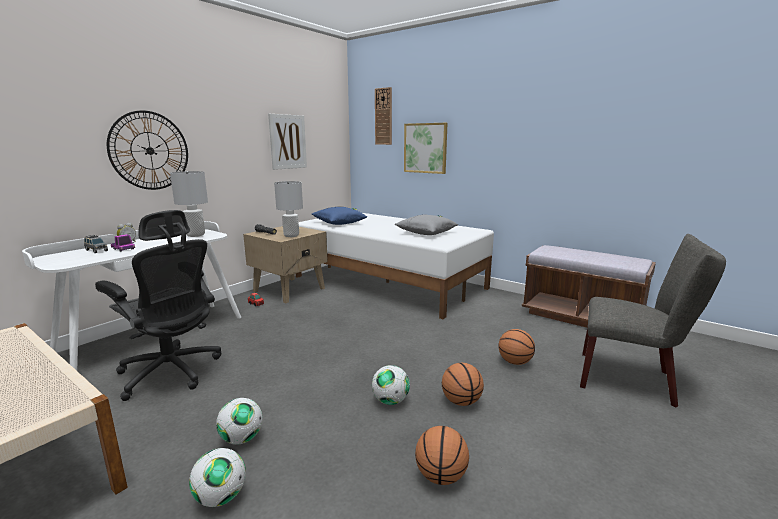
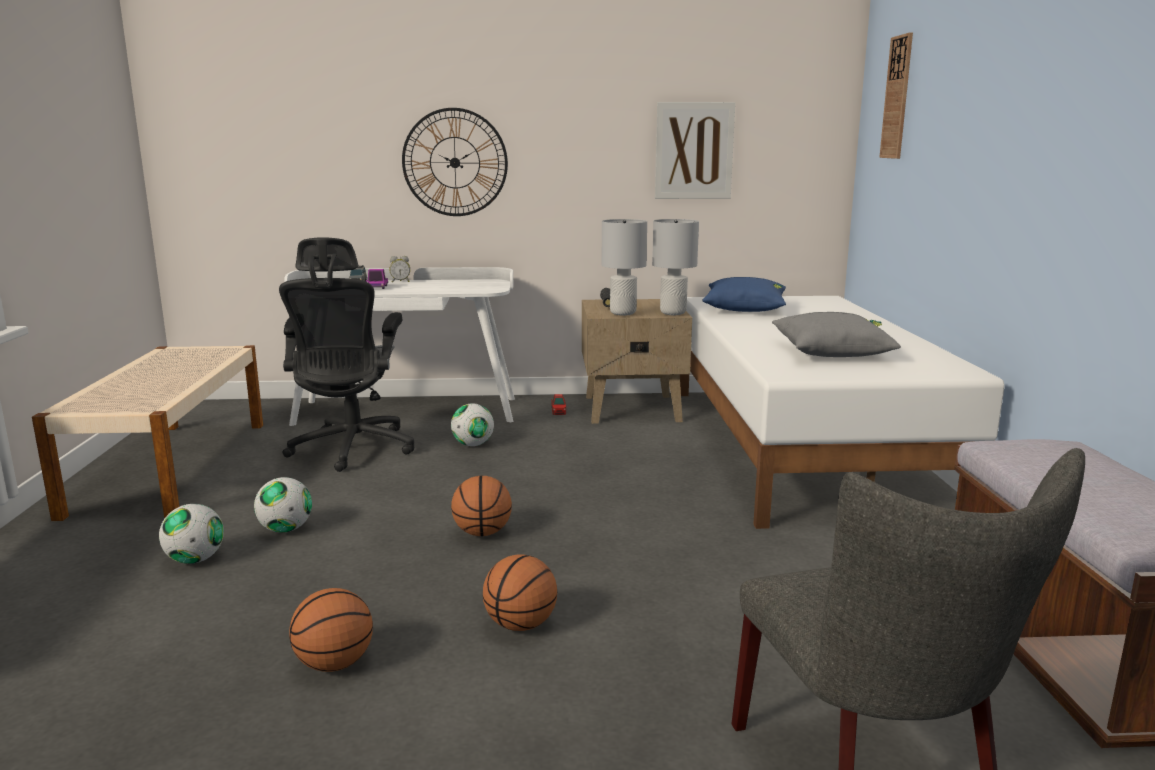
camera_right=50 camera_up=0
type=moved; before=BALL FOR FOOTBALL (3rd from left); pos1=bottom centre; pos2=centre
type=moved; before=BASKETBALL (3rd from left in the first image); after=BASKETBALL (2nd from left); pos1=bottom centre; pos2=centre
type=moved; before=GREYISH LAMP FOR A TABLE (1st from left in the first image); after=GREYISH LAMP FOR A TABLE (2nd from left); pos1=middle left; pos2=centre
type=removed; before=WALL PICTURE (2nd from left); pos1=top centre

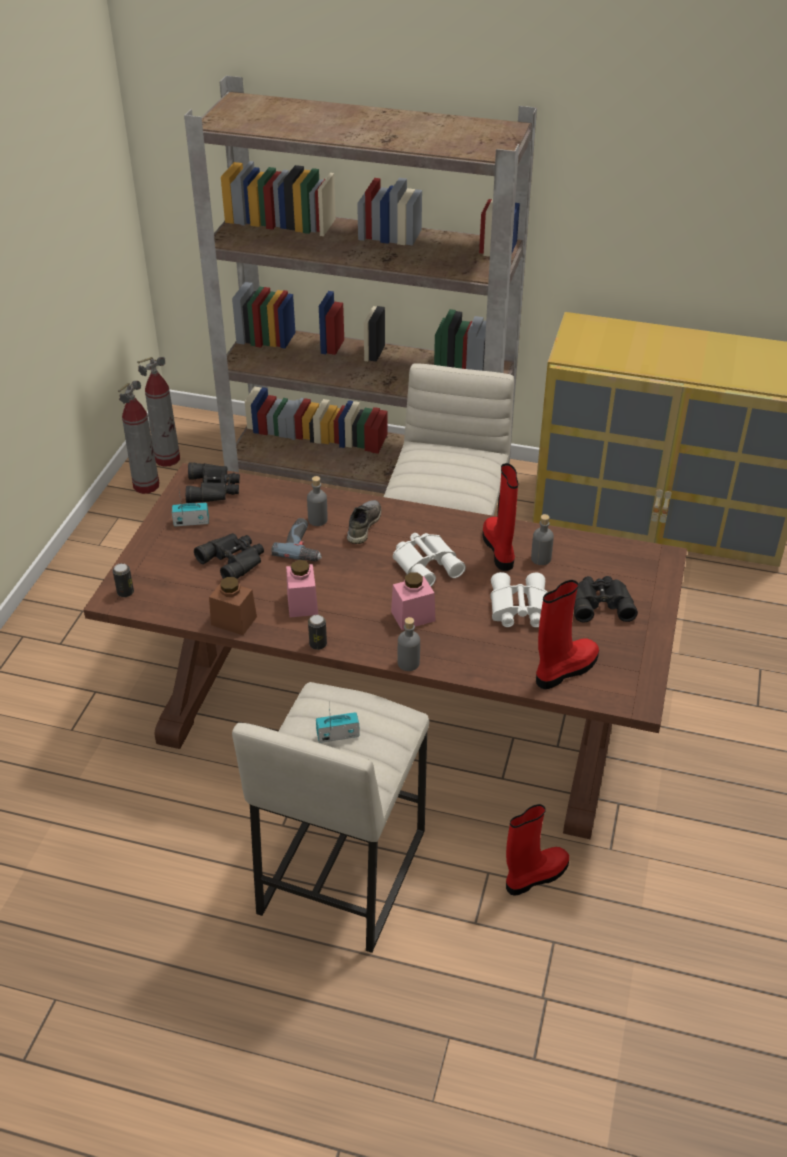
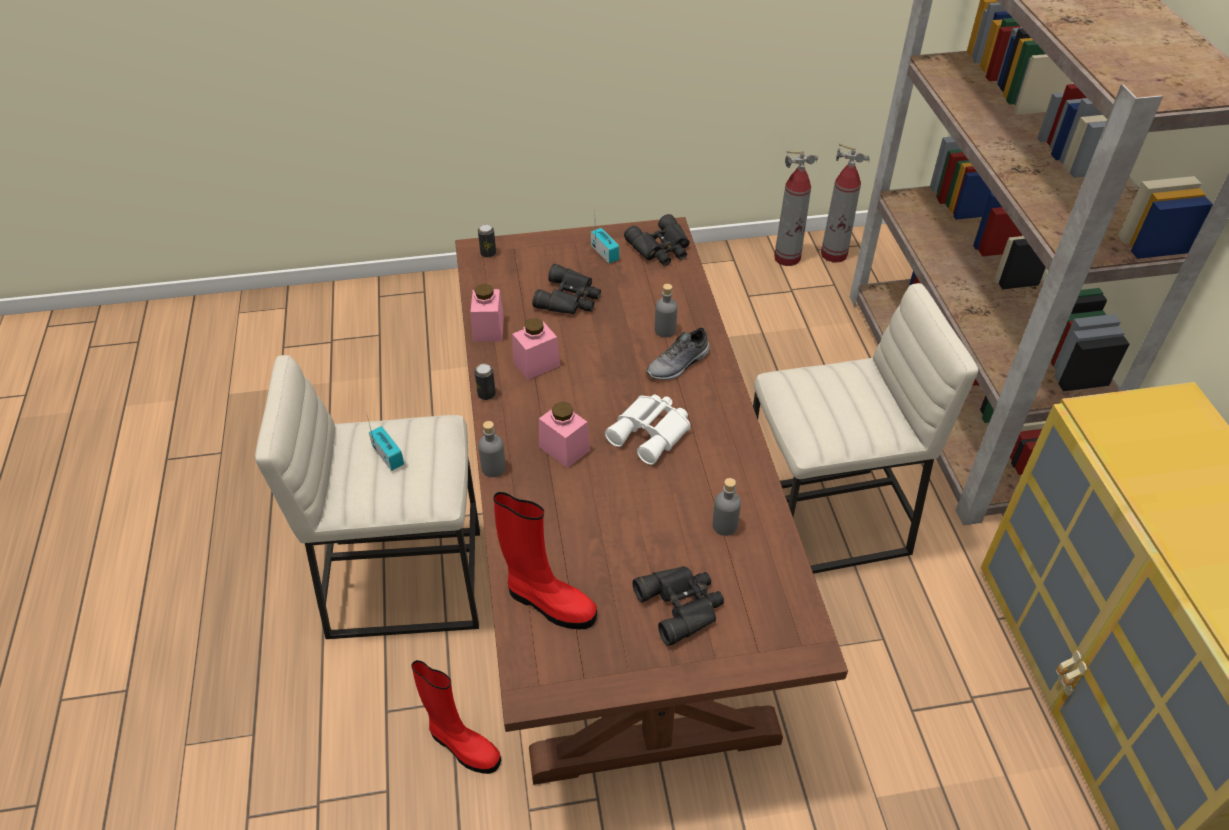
camera_right=65 camera_up=5
type=recoloured; before=BROWNISH JAR; after=PINK JAR (1st from left); pos1=middle left; pos2=centre
type=turned; before=GREYISH ITEM OF FOOTWEAR; pos1=centre; pos2=centre; turn=150
type=removed; before=POWER DRILL; pos1=centre
type=removed; before=RED BOOT (1st from left); pos1=centre
type=removed; before=WHITISH PAIR OF BINOCULARS (2nd from left); pos1=centre

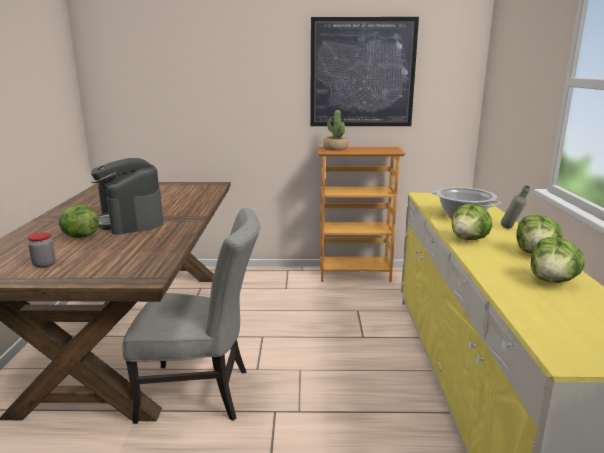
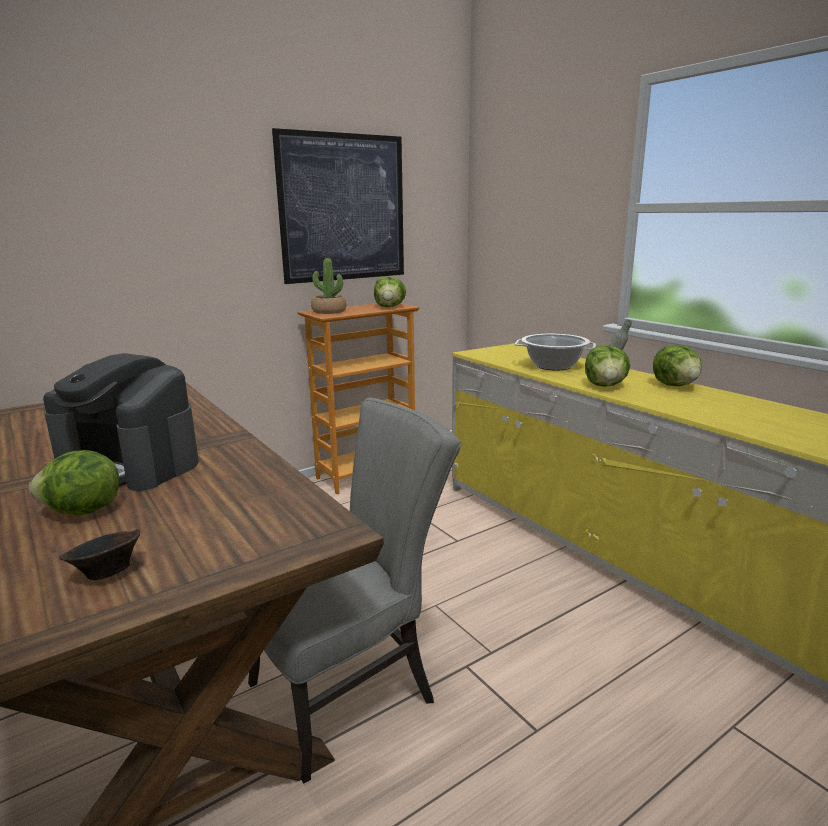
camera_right=-35 camera_up=0
type=replaced; before=JAR; after=BROWNISH SERVING BOWL; pos1=middle left; pos2=bottom left
type=moved; before=LETTUCE (4th from left in the first image); after=LETTUCE (2nd from left); pos1=middle right; pos2=centre

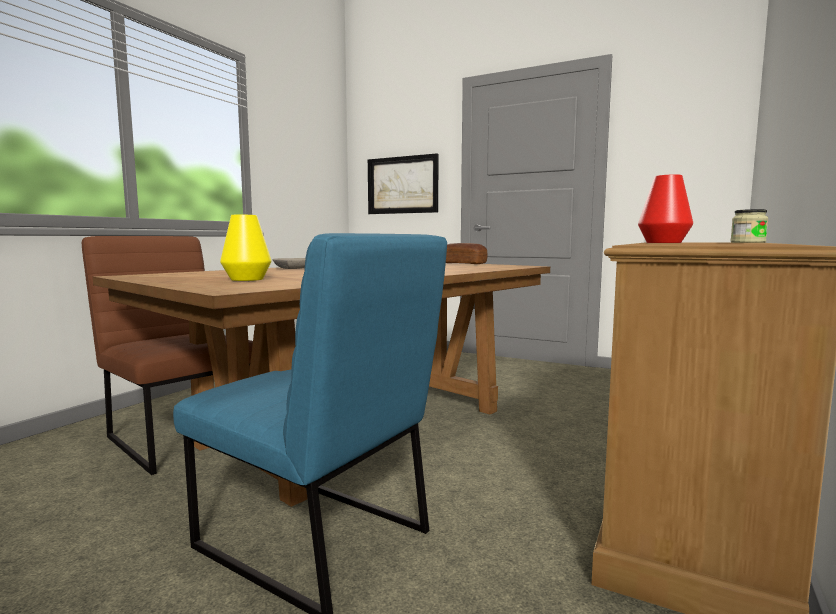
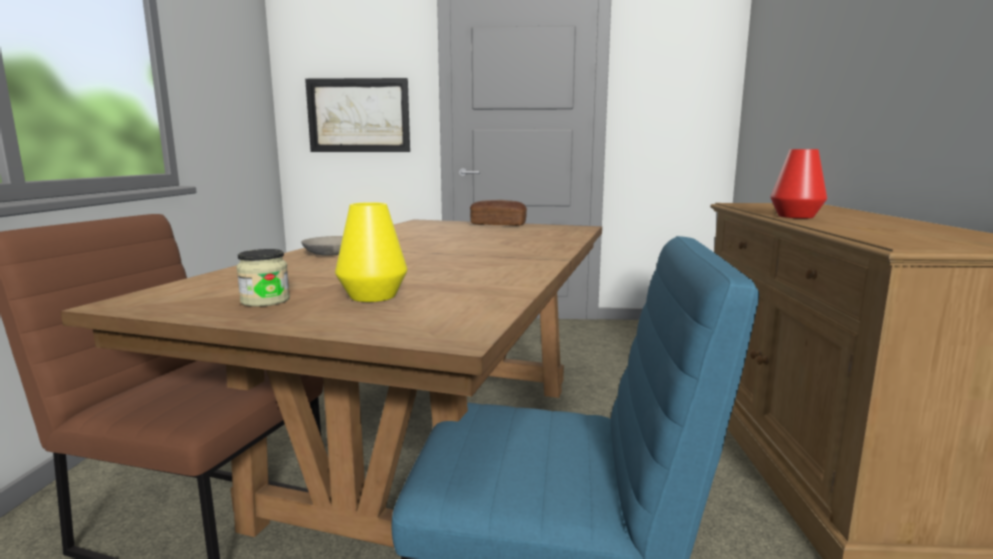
camera_right=-25 camera_up=5
type=moved; before=JAR; pos1=middle right; pos2=middle left

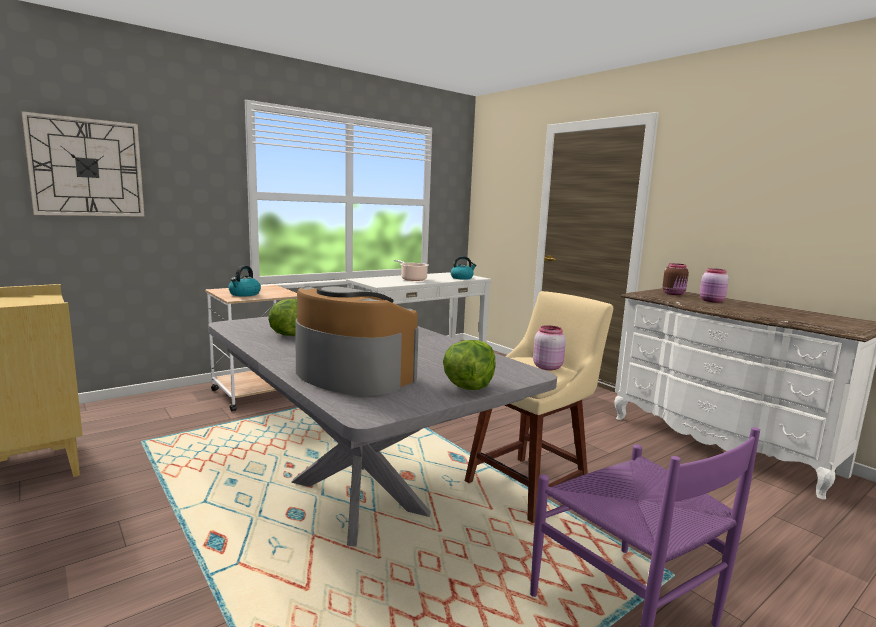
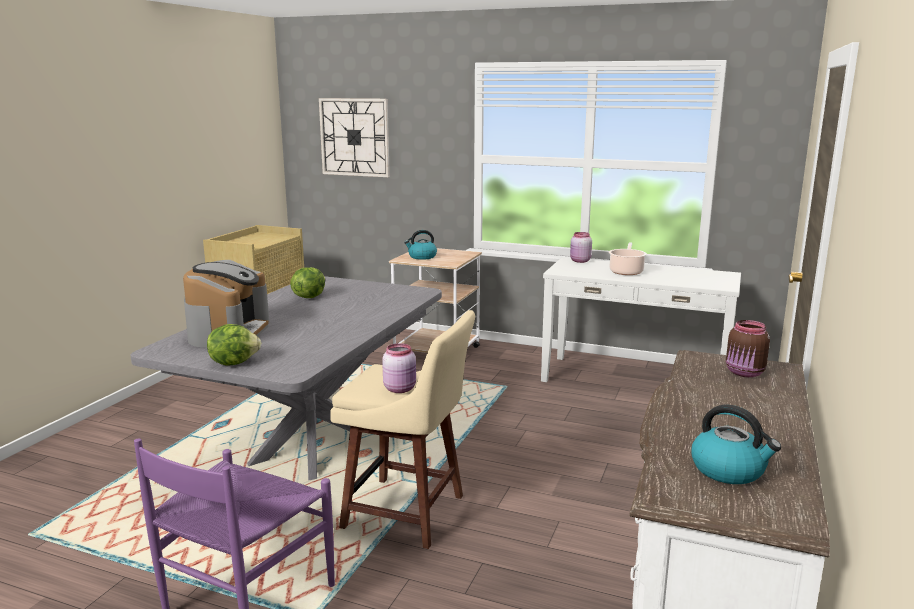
camera_right=60 camera_up=5
type=moved; before=PINK JAR (2nd from left); pos1=middle right; pos2=centre
type=moved; before=WATER KETTLE (2nd from left); pos1=centre; pos2=bottom right

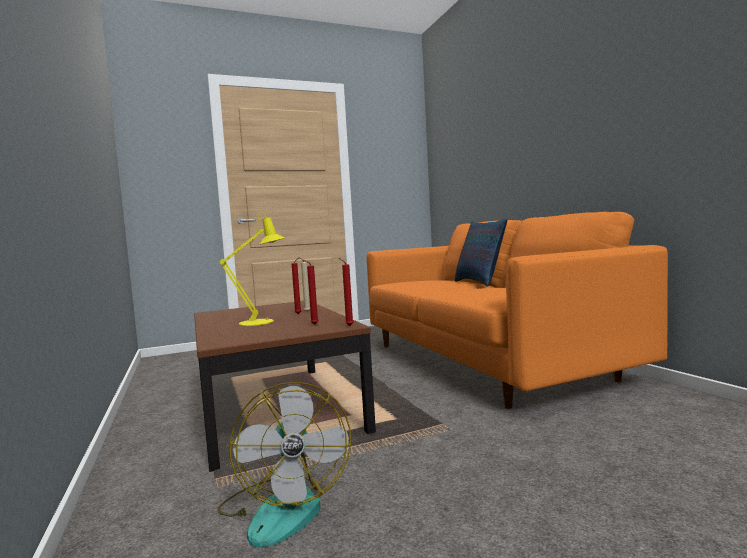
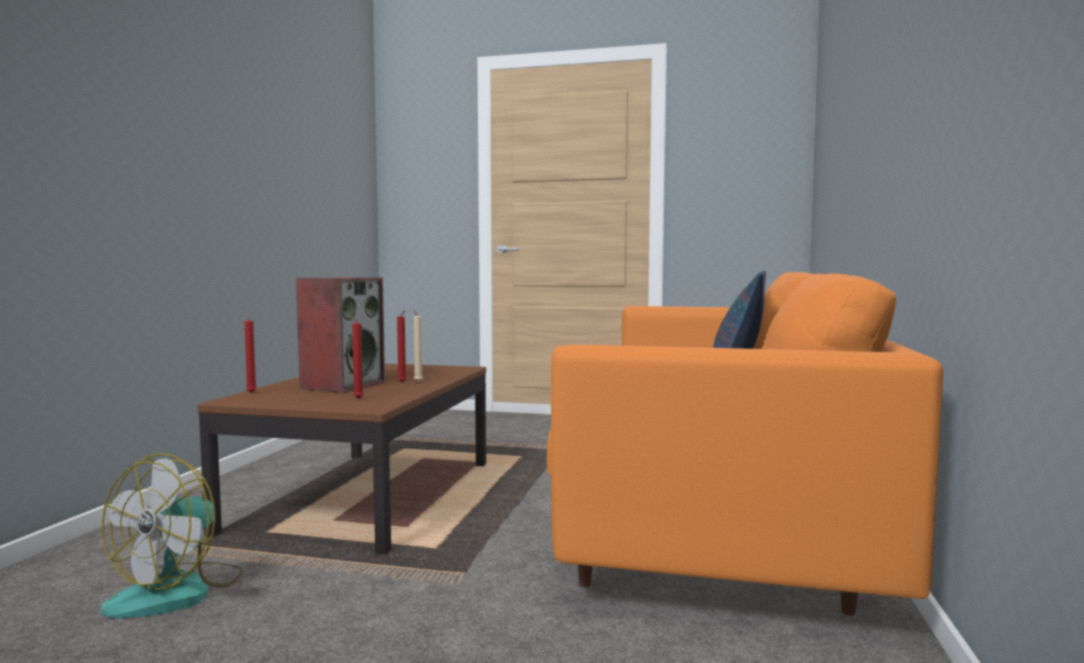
camera_right=35 camera_up=0
type=moved; before=RED CANDLE (3rd from left in the first image); after=RED CANDLE (1st from left); pos1=centre; pos2=middle left
type=replaced; before=YELLOW LAMP FOR A TABLE; after=SPEAKER; pos1=centre; pos2=middle left

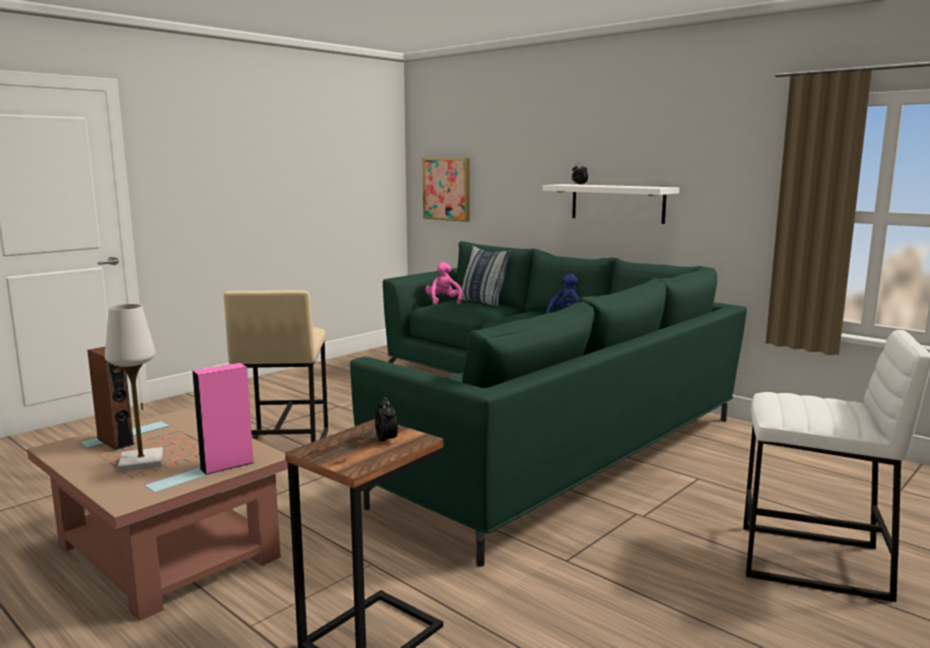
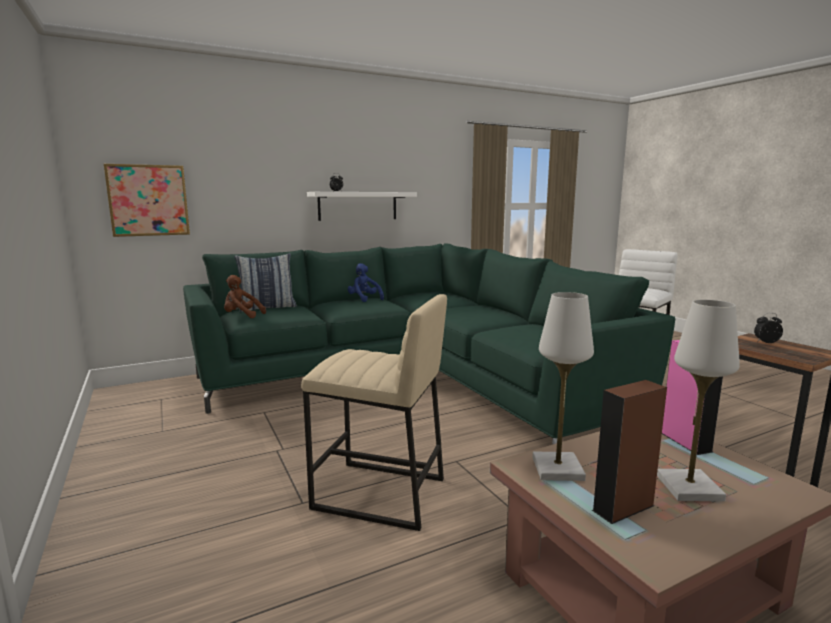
camera_right=-70 camera_up=0
type=recoloured; before=PINK CUDDLY TOY; after=BROWNISH CUDDLY TOY; pos1=centre; pos2=middle left
type=added; after=WHITISH LAMP FOR A TABLE (1st from left); pos2=middle right

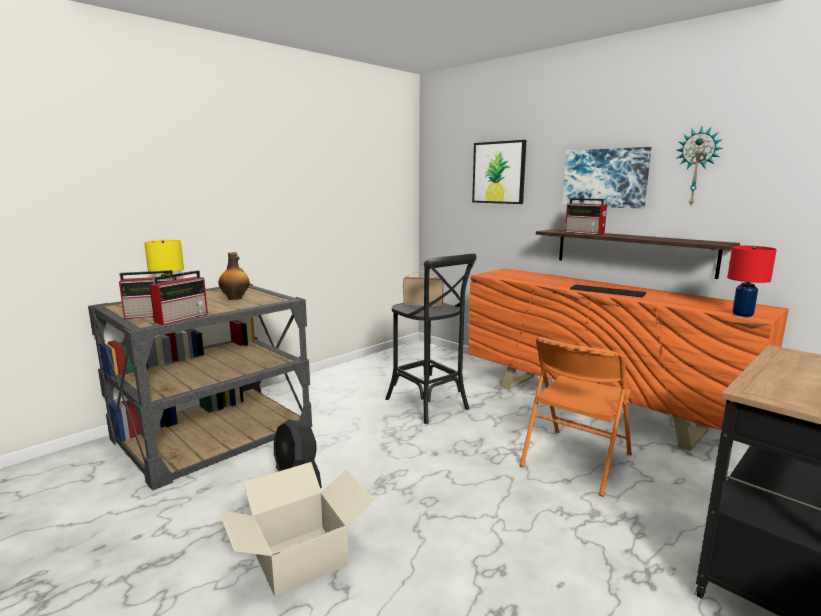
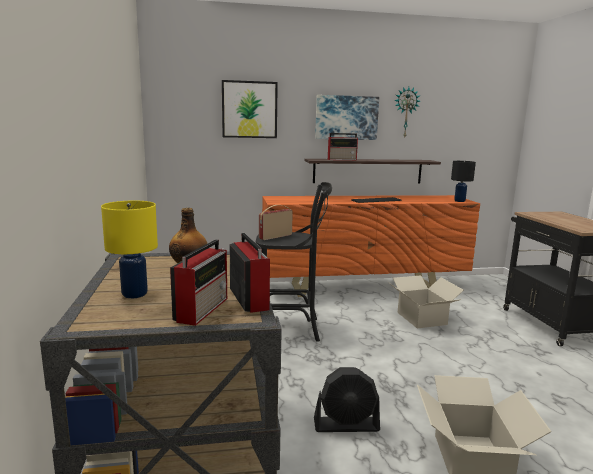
camera_right=-55 camera_up=0
type=replaced; before=ORANGE CHAIR; after=CARDBOARD BOX (1st from left); pos1=bottom right; pos2=middle right
type=recoloured; before=RED LAMP FOR A TABLE; after=BLACK-COLOURED LAMP FOR A TABLE; pos1=middle right; pos2=middle right

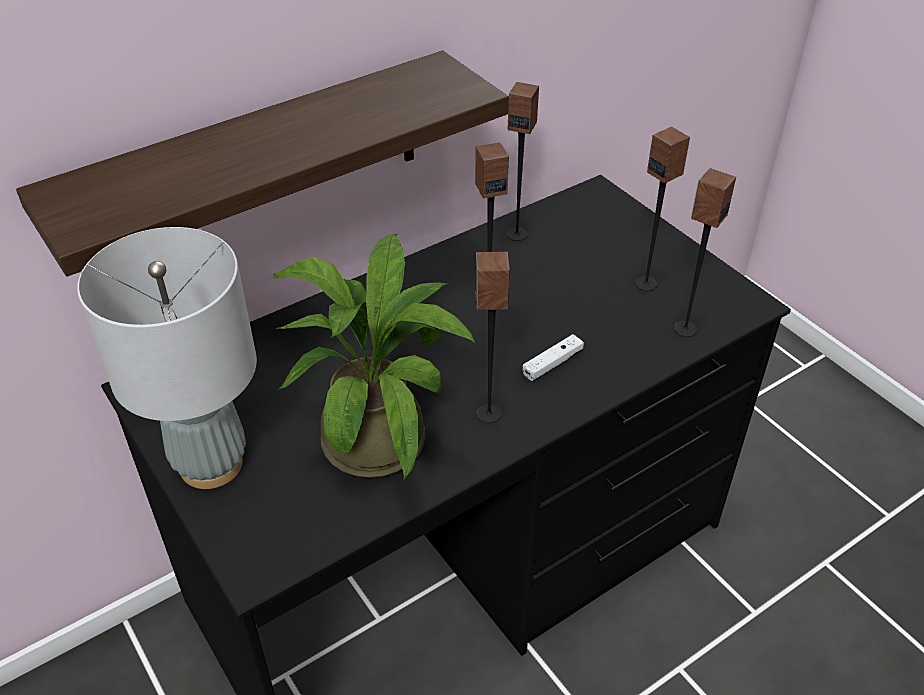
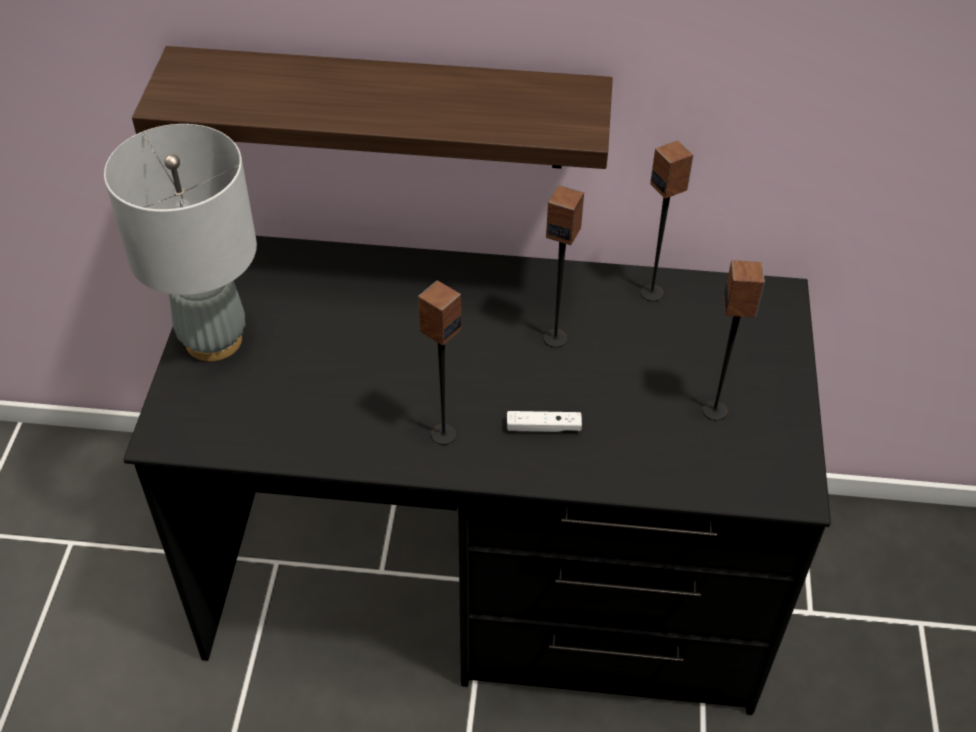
camera_right=40 camera_up=5
type=removed; before=PLANT IN A POT; pos1=centre
type=removed; before=SPEAKER (5th from left); pos1=middle right

